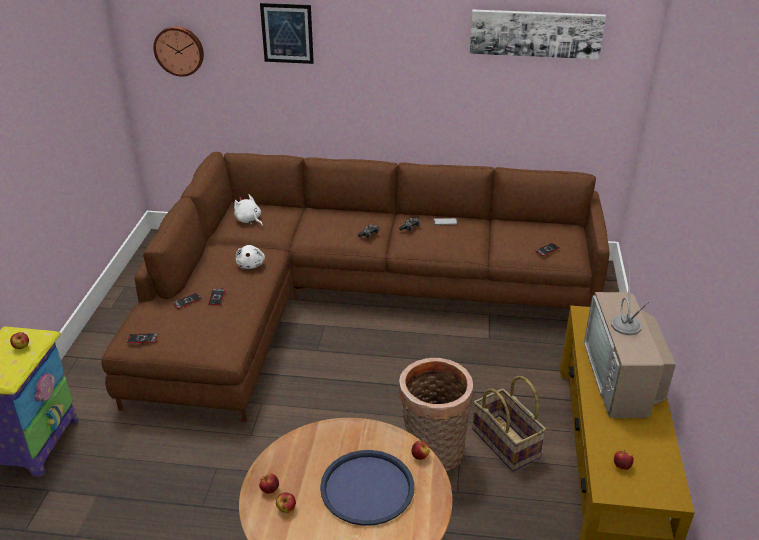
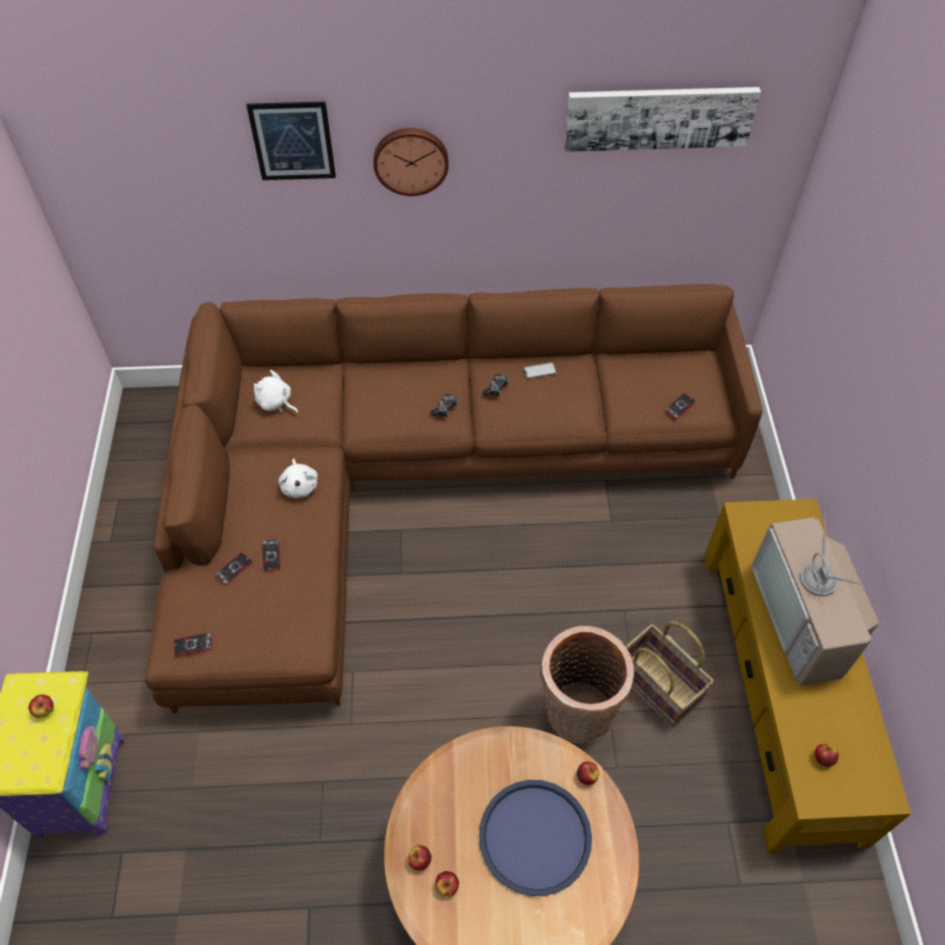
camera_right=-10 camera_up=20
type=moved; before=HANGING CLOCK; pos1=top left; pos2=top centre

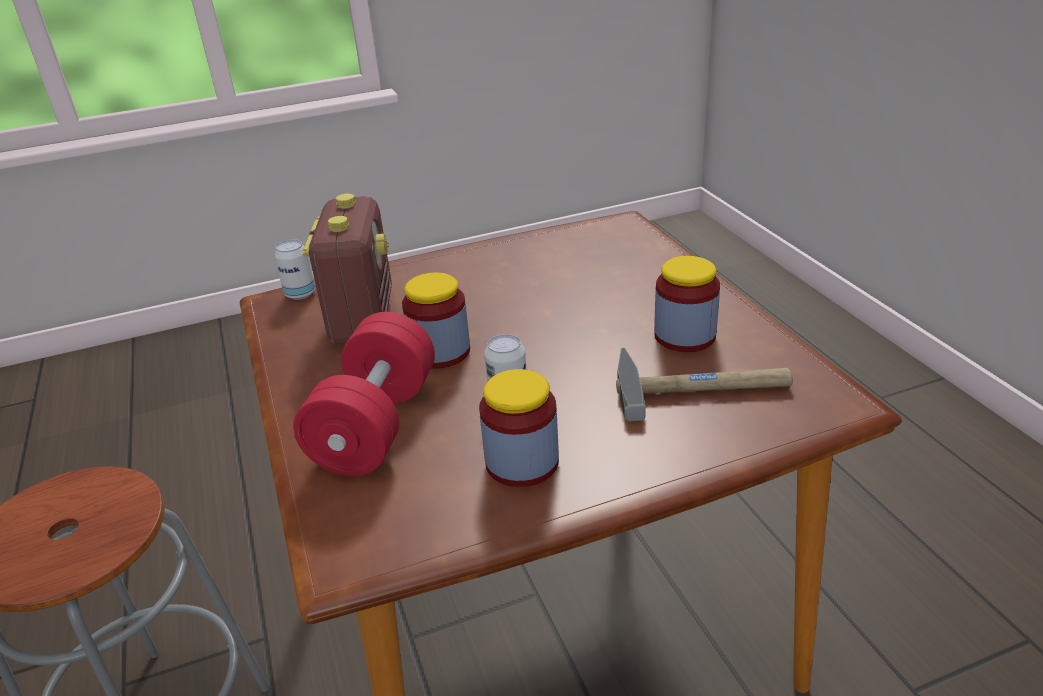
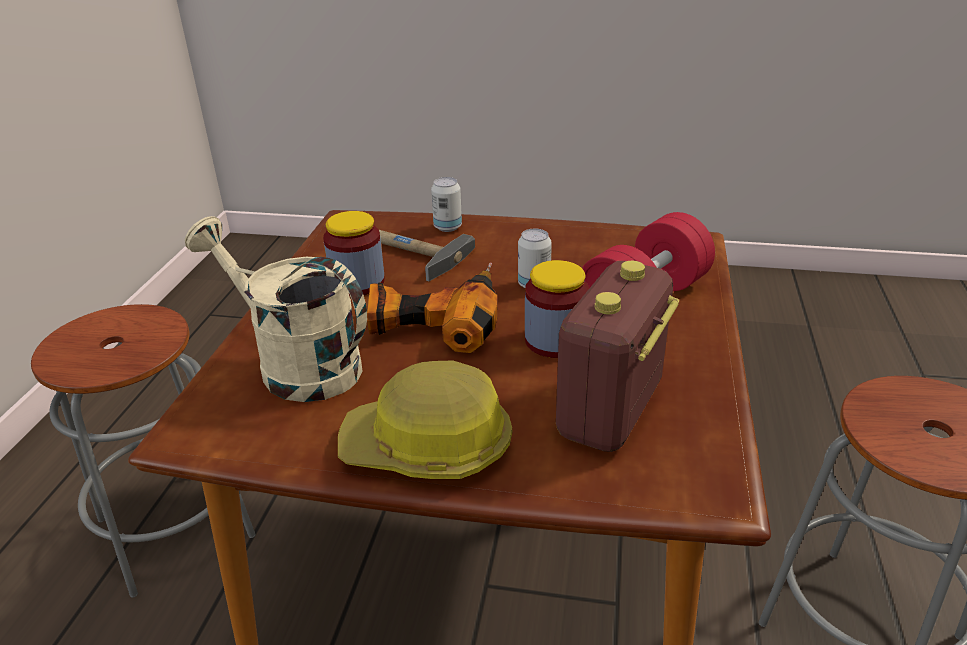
camera_right=-150 camera_up=0
type=added; after=GREYISH STOOL (1st from left); pos2=bottom left
type=added; after=BEIGE WATERING POT; pos2=middle left
type=added; after=SAFETY HELMET; pos2=centre
type=added; after=POWER DRILL; pos2=centre
type=moved; before=SEALED CAN (1st from left); pos1=middle left; pos2=top centre
type=removed; before=JAR (2nd from left); pos1=centre

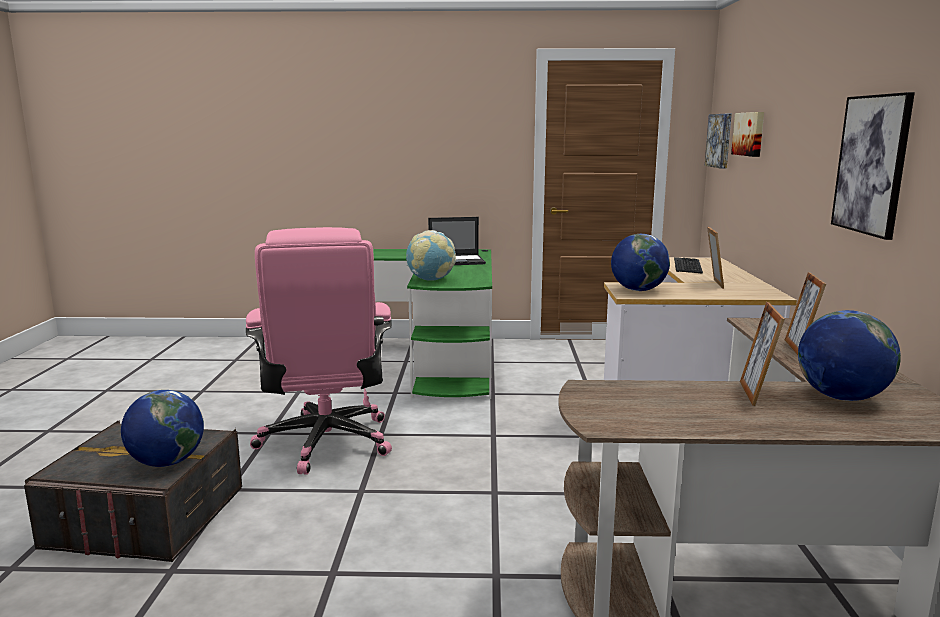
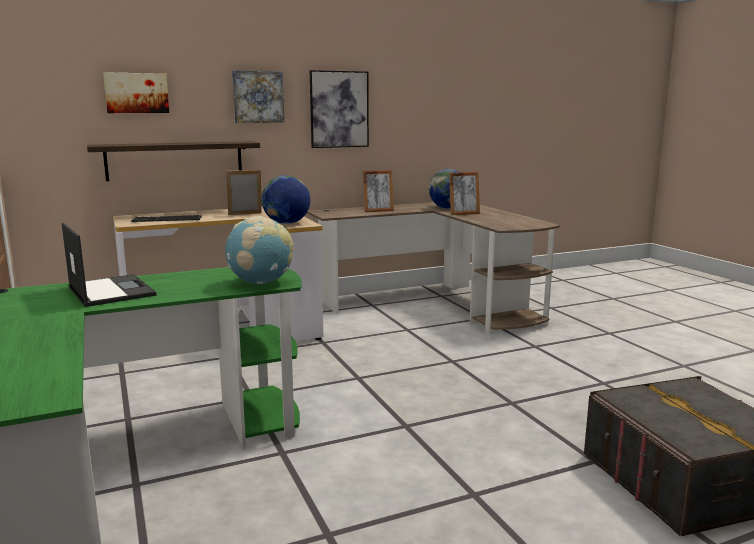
camera_right=-115 camera_up=0
type=added; after=BRACKET SHELF; pos2=top left
type=moved; before=WALL PICTURE (1st from left in the first image); after=WALL PICTURE (2nd from left); pos1=top right; pos2=top centre
type=removed; before=DESK GLOBE (1st from left); pos1=bottom left
type=removed; before=PINK COMPUTER CHAIR; pos1=centre

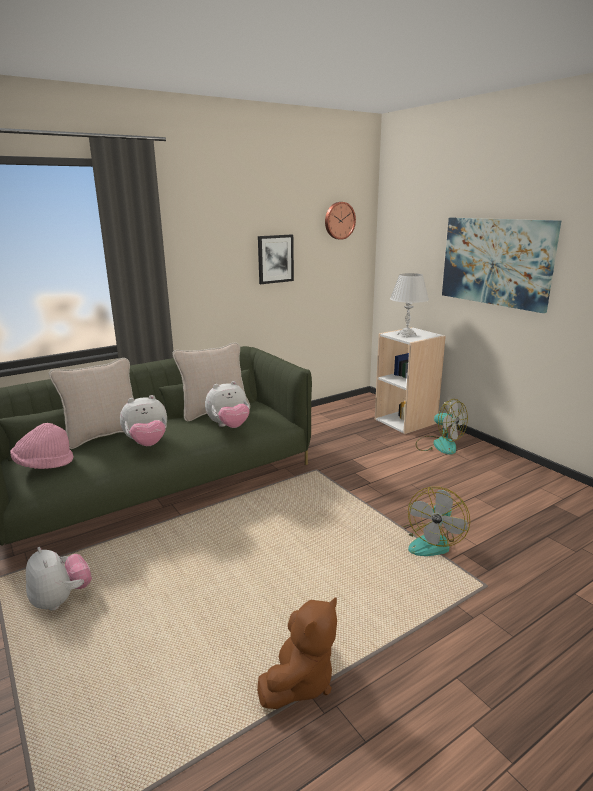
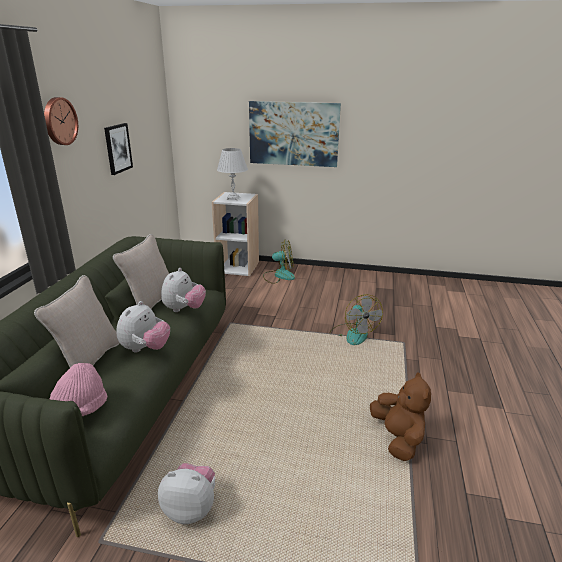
camera_right=-45 camera_up=5
type=moved; before=HANGING CLOCK; pos1=top centre; pos2=top left

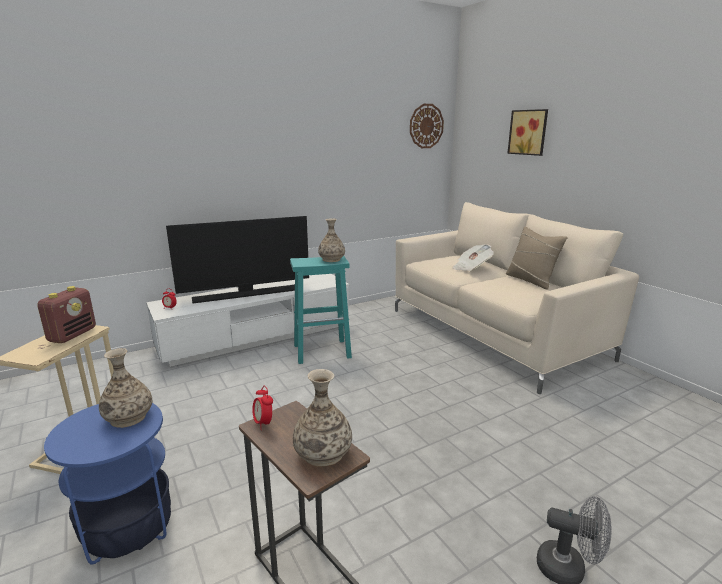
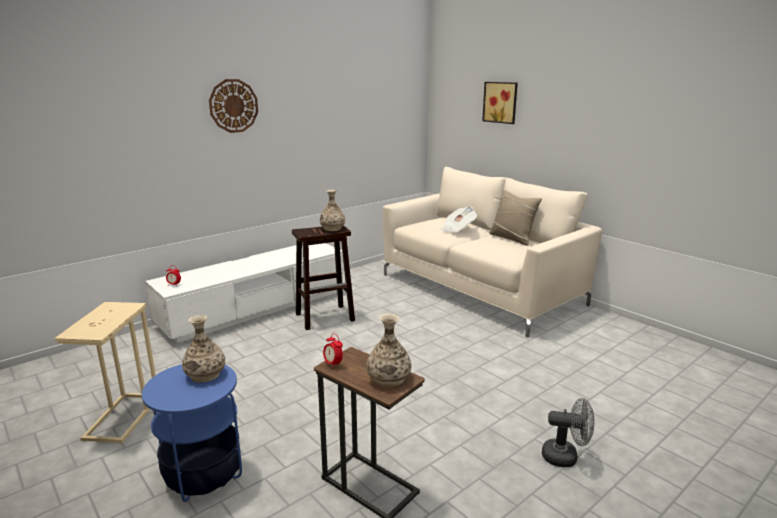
camera_right=-10 camera_up=0
type=moved; before=HANGING CLOCK; pos1=top centre; pos2=top left
type=recoloured; before=TURQUOISE-COLOURED STOOL; after=BROWNISH STOOL; pos1=centre; pos2=centre
type=removed; before=RADIO; pos1=middle left
type=removed; before=TV SET; pos1=middle left

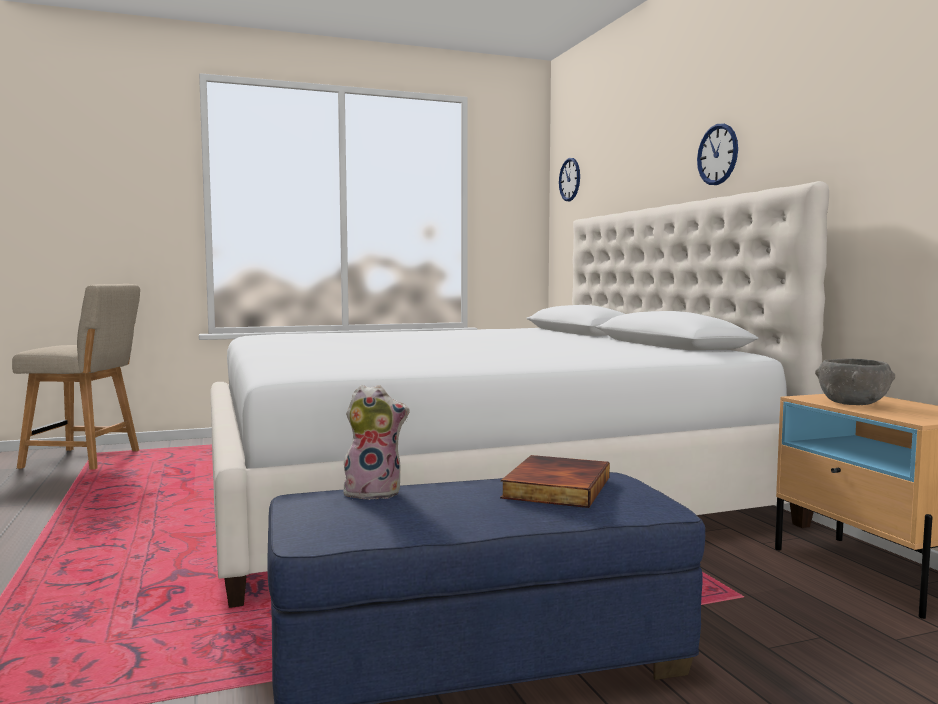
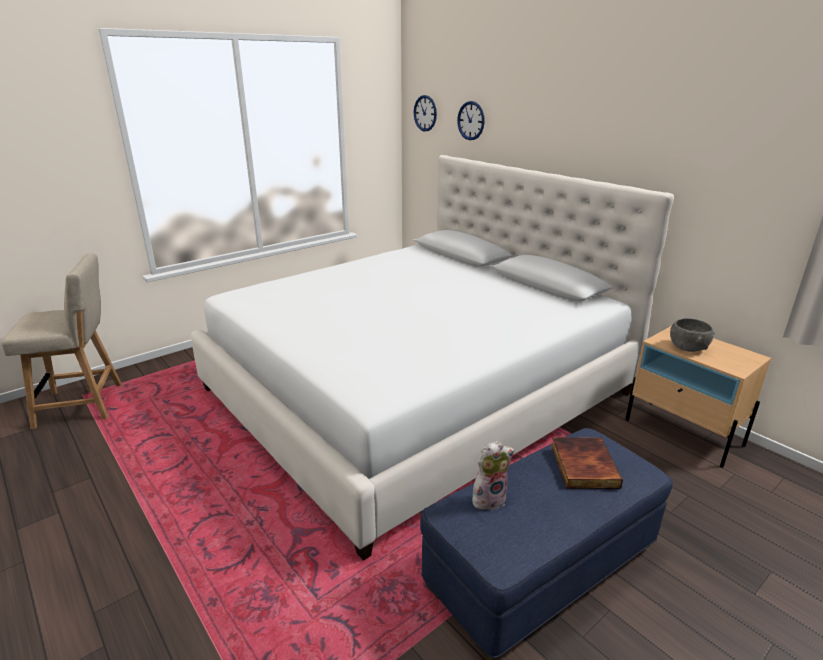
camera_right=-20 camera_up=20
type=moved; before=HANGING CLOCK (2nd from left); pos1=top right; pos2=top centre

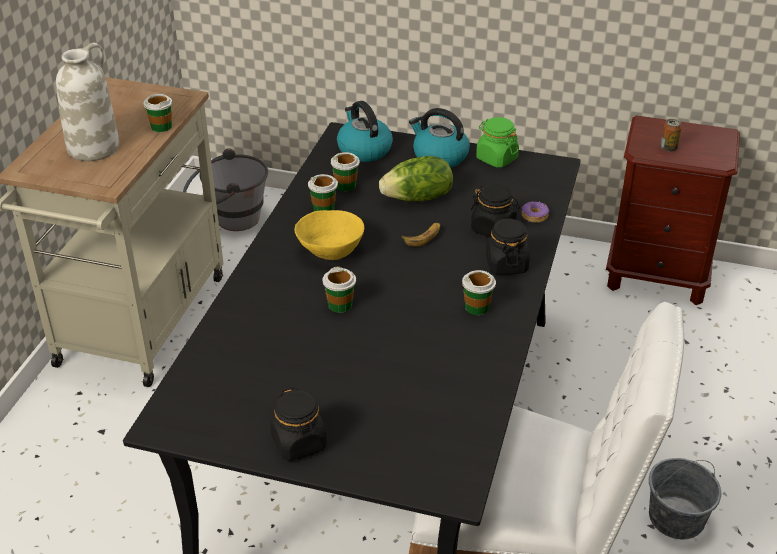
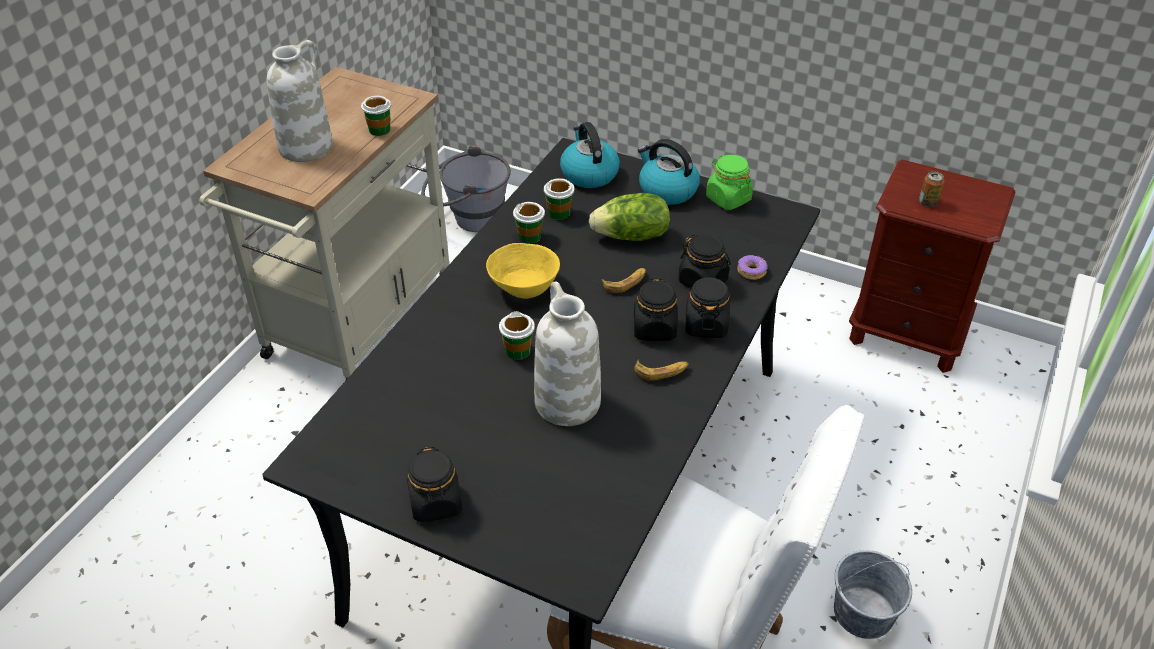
camera_right=10 camera_up=5
type=added; after=WHITISH FLOWER VASE (2nd from left); pos2=centre
type=added; after=BLACK-COLOURED JAR (2nd from left); pos2=centre
type=replaced; before=CUP (5th from left); after=WHOLE BANANA (2nd from left); pos1=centre; pos2=centre

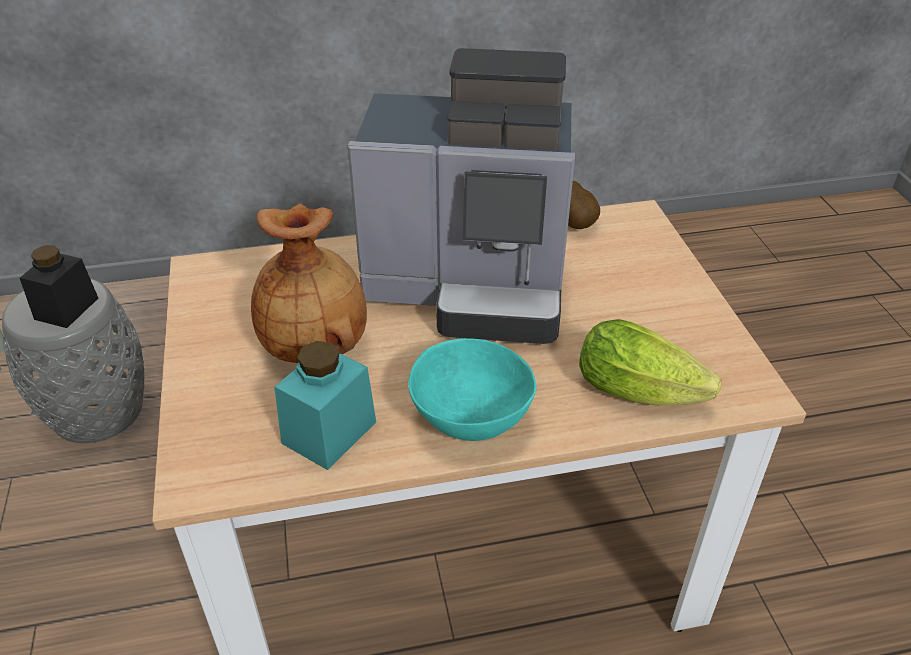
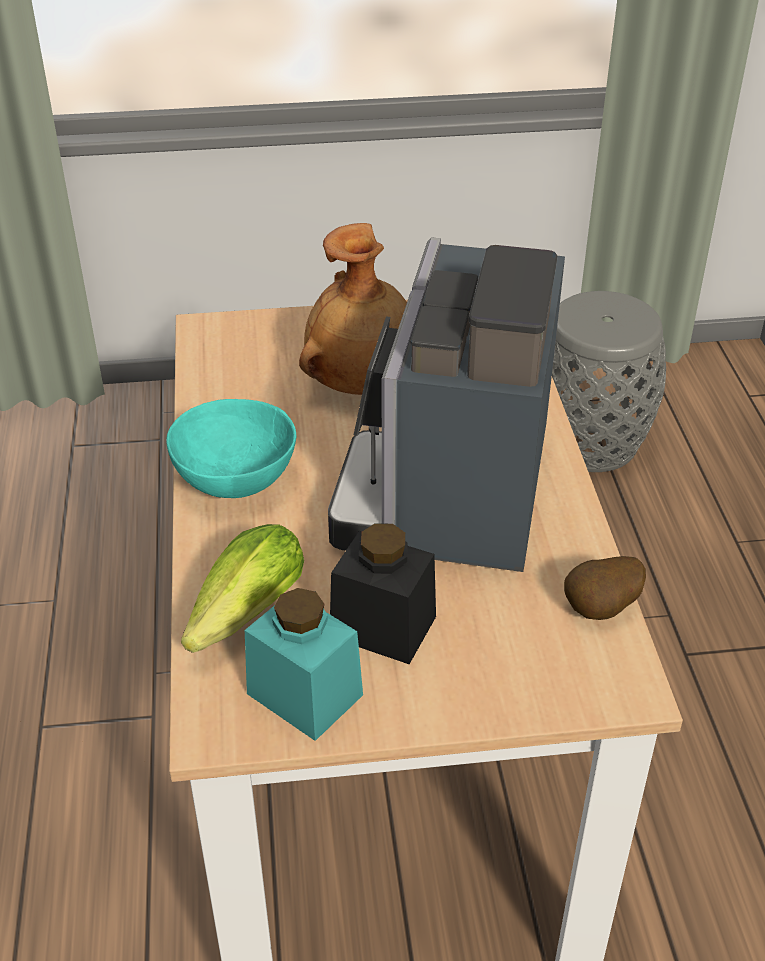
camera_right=95 camera_up=0
type=moved; before=TURQUOISE-COLOURED JAR; pos1=centre; pos2=bottom centre
type=moved; before=BLACK-COLOURED JAR; pos1=middle left; pos2=centre

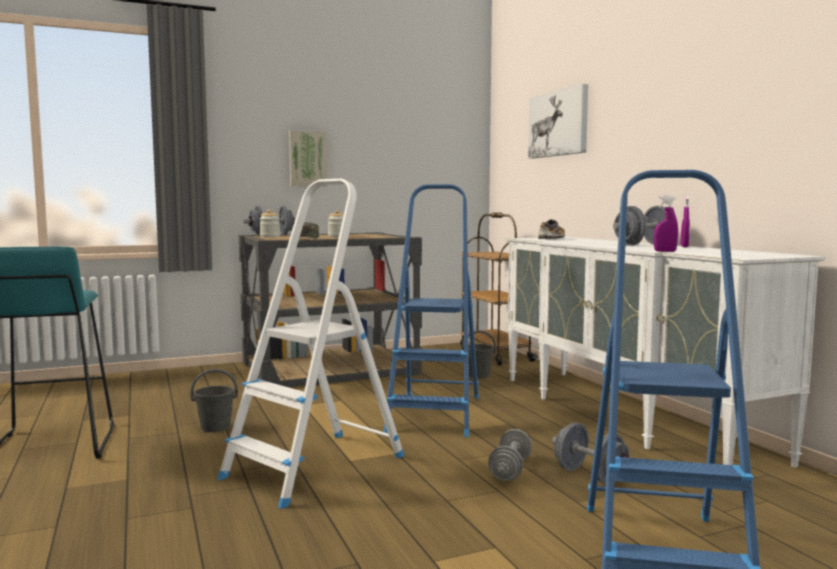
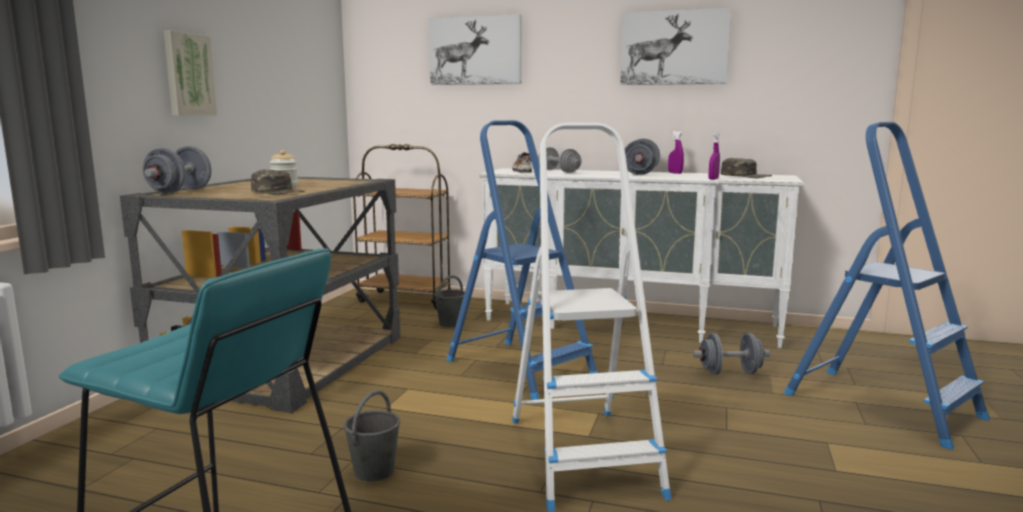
camera_right=-50 camera_up=5
type=moved; before=GREYISH FREE WEIGHT (2nd from left); pos1=bottom centre; pos2=top centre
type=added; after=WALL PICTURE (3rd from left); pos2=top centre
type=added; after=GREEN-COLOURED PEAKED CAP (2nd from left); pos2=top right
type=removed; before=JAR (1st from left); pos1=middle left

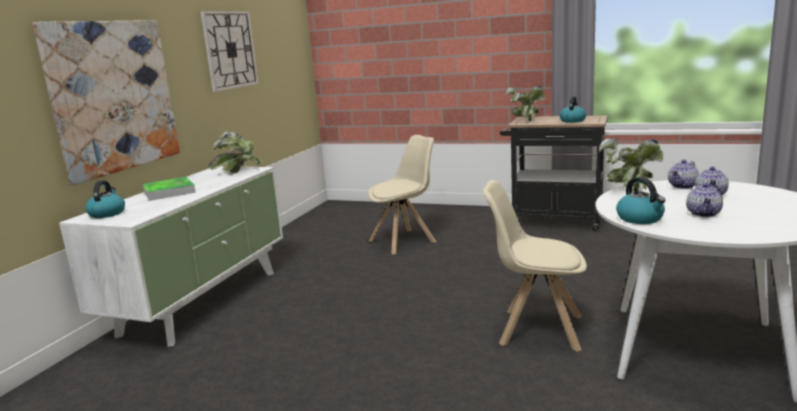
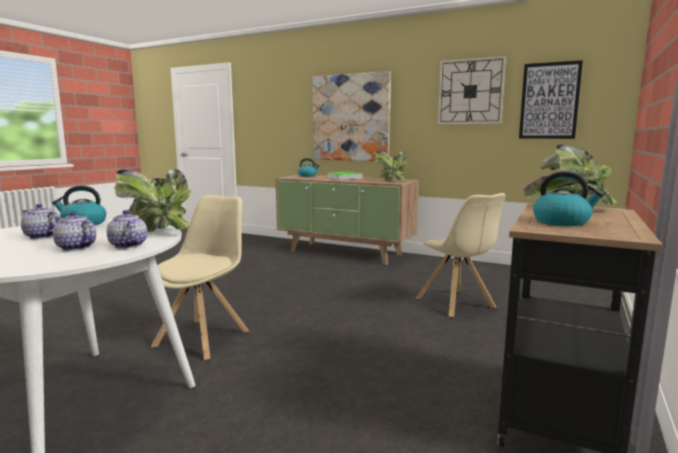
camera_right=95 camera_up=-5
type=recoloured; before=WHITISH CHEST OF DRAWERS; after=GREEN-COLOURED CHEST OF DRAWERS; pos1=middle left; pos2=centre
type=added; after=WALL PICTURE (2nd from left); pos2=top right

